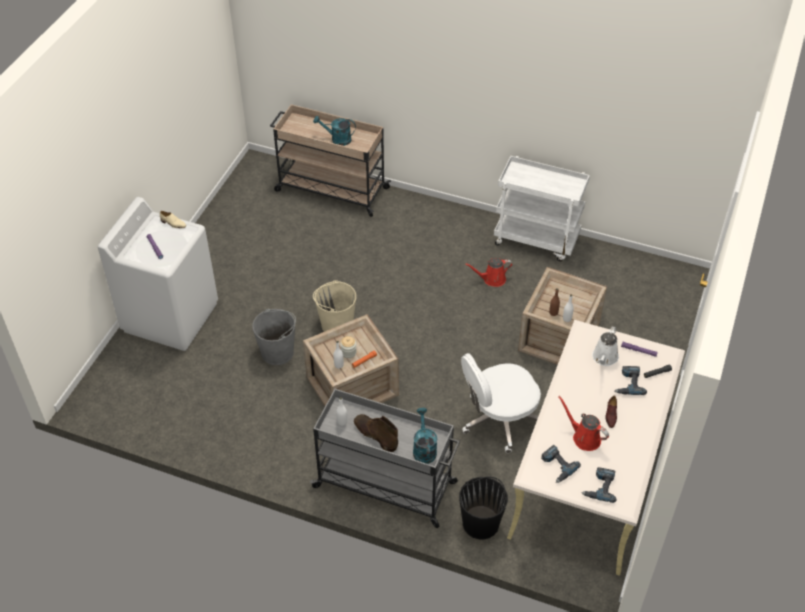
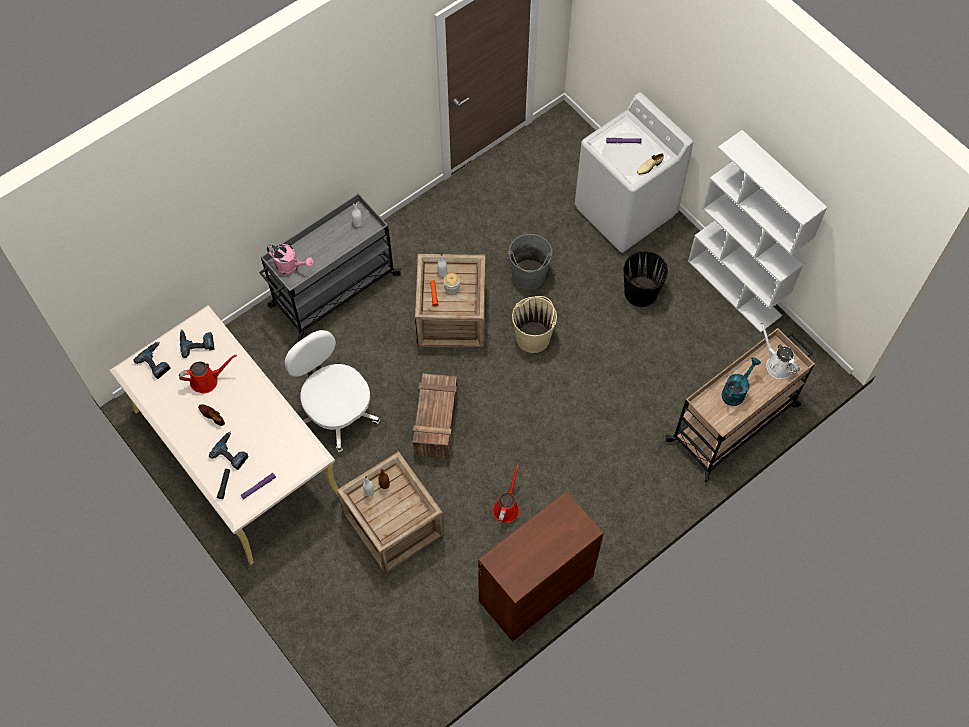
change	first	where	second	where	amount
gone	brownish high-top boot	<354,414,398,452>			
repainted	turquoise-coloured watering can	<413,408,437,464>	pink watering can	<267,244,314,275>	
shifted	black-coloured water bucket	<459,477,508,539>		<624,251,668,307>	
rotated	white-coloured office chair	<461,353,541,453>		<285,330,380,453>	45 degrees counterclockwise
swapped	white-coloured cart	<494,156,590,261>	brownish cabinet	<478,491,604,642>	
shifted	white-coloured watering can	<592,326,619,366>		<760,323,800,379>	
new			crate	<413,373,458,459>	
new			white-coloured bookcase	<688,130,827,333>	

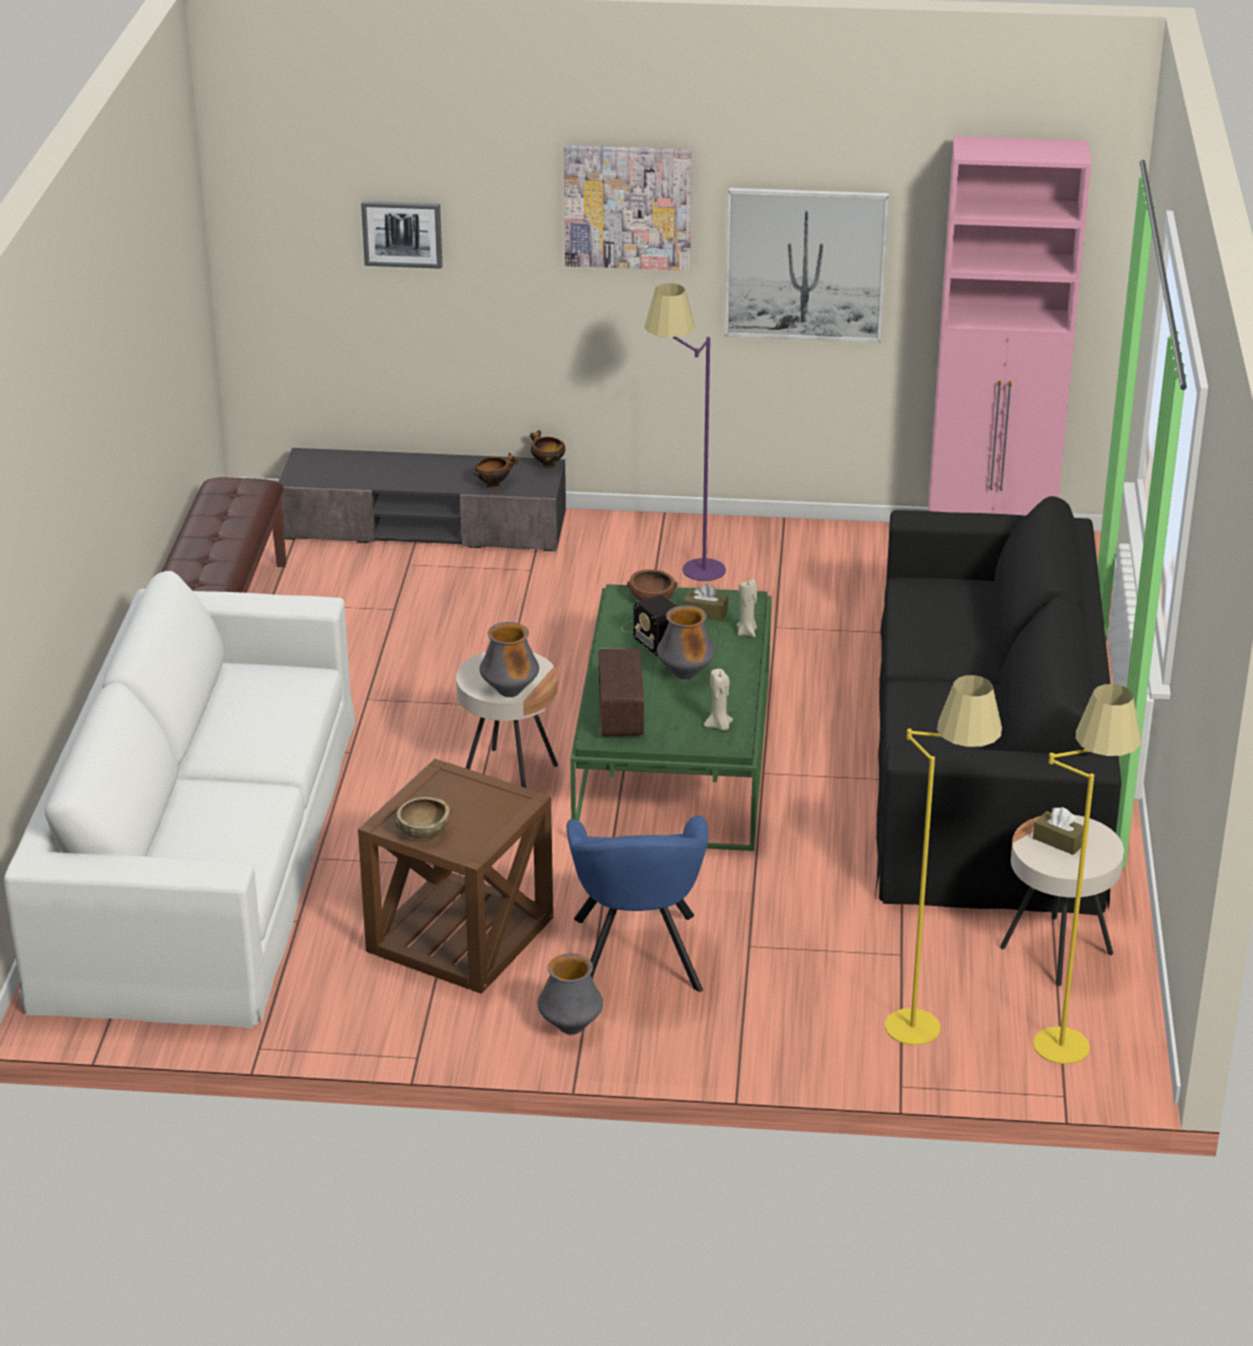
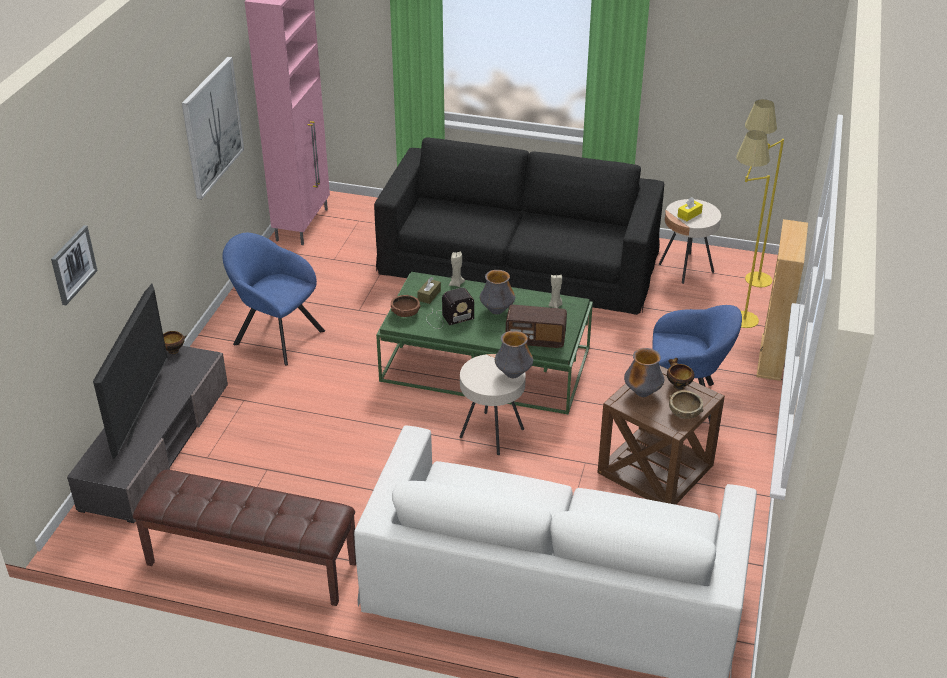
change	first	where	second	where	amount
shifted	serving bowl	<473,452,518,489>		<667,358,695,390>	
shifted	decorative vase	<538,953,603,1035>		<624,348,664,397>	
gone	picture	<564,145,692,271>			
swapped	purple standard lamp	<645,283,726,581>	bluish armchair	<222,233,325,366>	
repainted	brownish tissue holder	<1033,807,1083,855>	yellowish tissue holder	<677,197,703,221>	
new			TV	<93,284,168,460>	
new			sand-coloured bookcase	<756,219,808,381>	

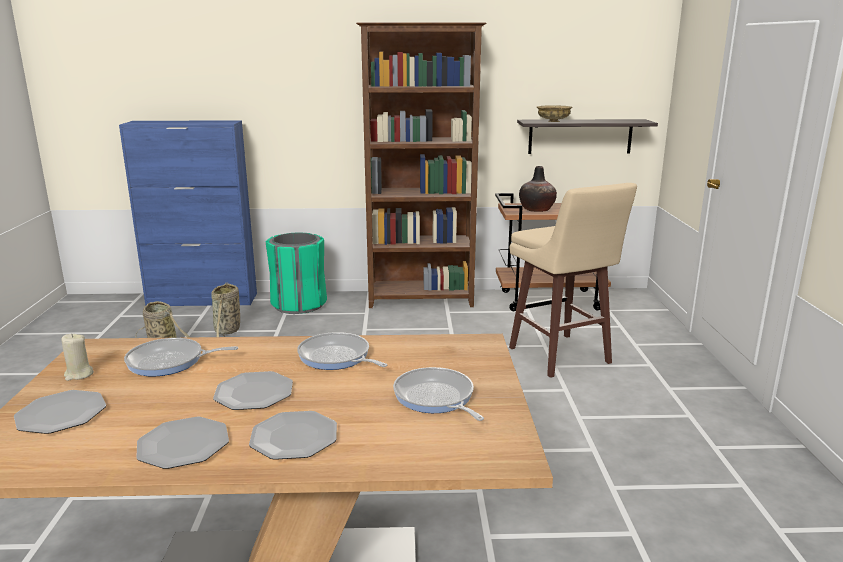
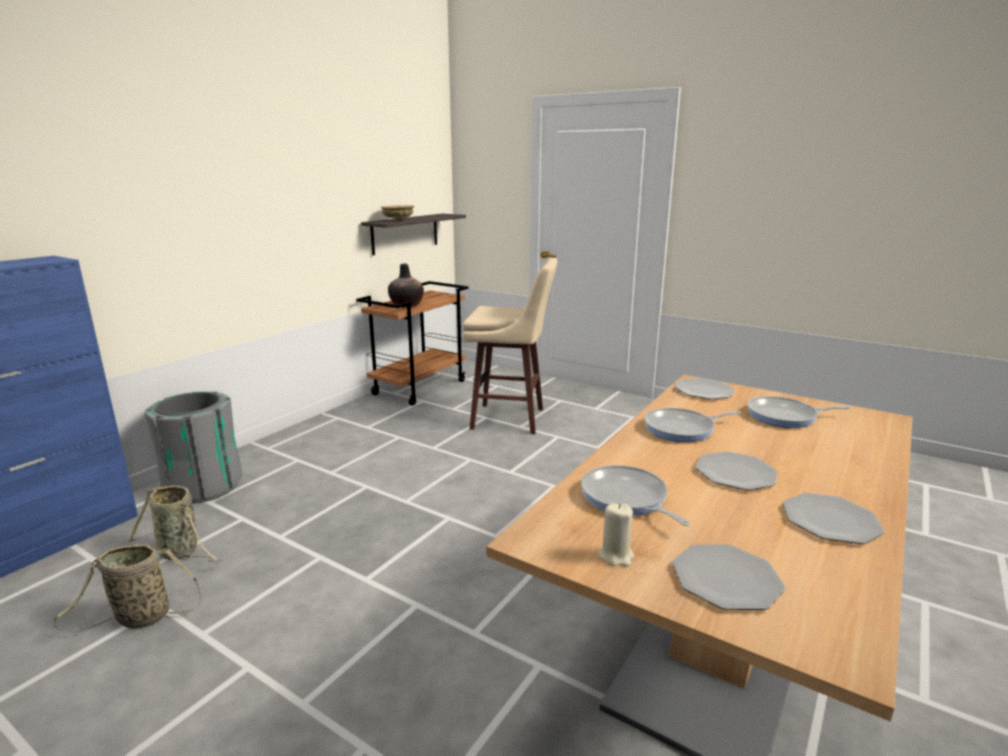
change	first	where	second	where	amount
rotated	pan	<124,338,238,376>		<581,465,690,526>	120 degrees clockwise
shifted	plate	<249,411,337,460>		<674,378,735,399>	
repainted	green trash can	<266,233,327,314>	grey trash can	<145,391,243,504>	
gone	brownish bookcase	<356,23,487,308>			

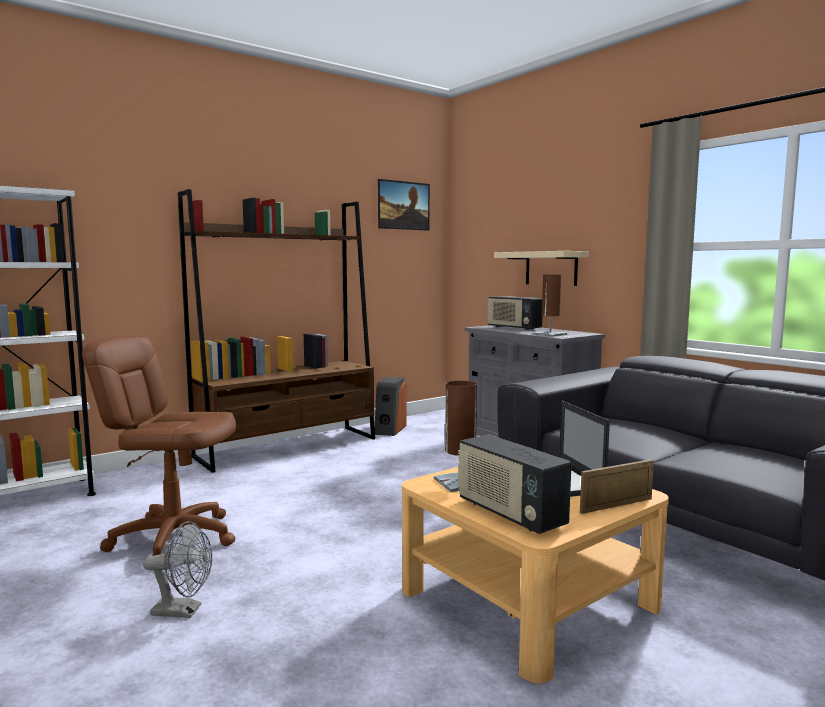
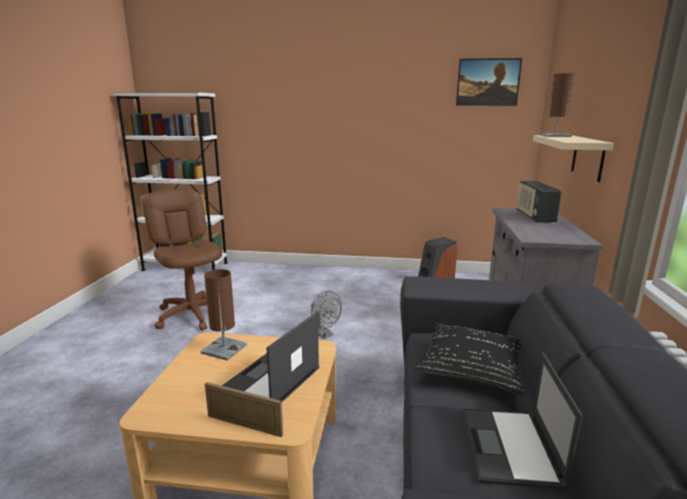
change	first	where	second	where	amount
shifted	grey cooling fan	<143,521,212,618>		<311,291,342,339>	
gone	brownish bookcase	<178,189,375,473>			
gone	radio set	<458,434,571,534>			
shifted	brownish tabletop lamp	<533,275,567,337>		<539,73,574,137>	
new			black-coloured throw pillow	<413,323,524,396>	
new			laptop	<462,352,583,490>	

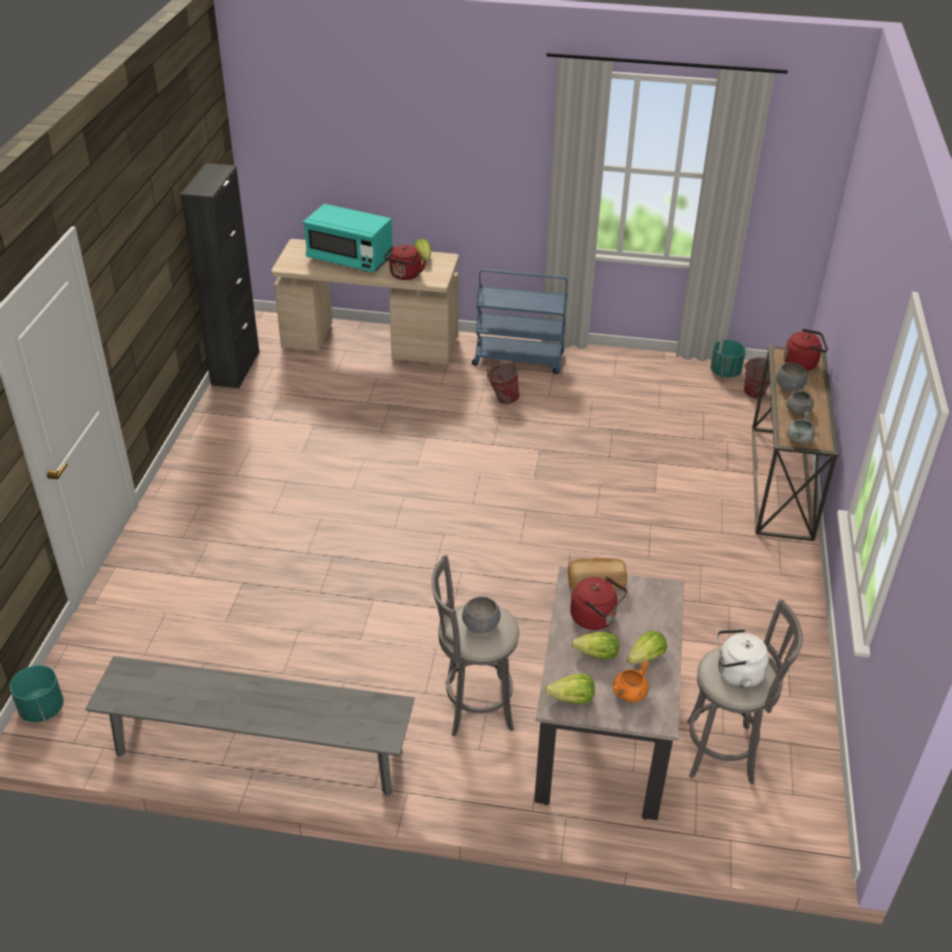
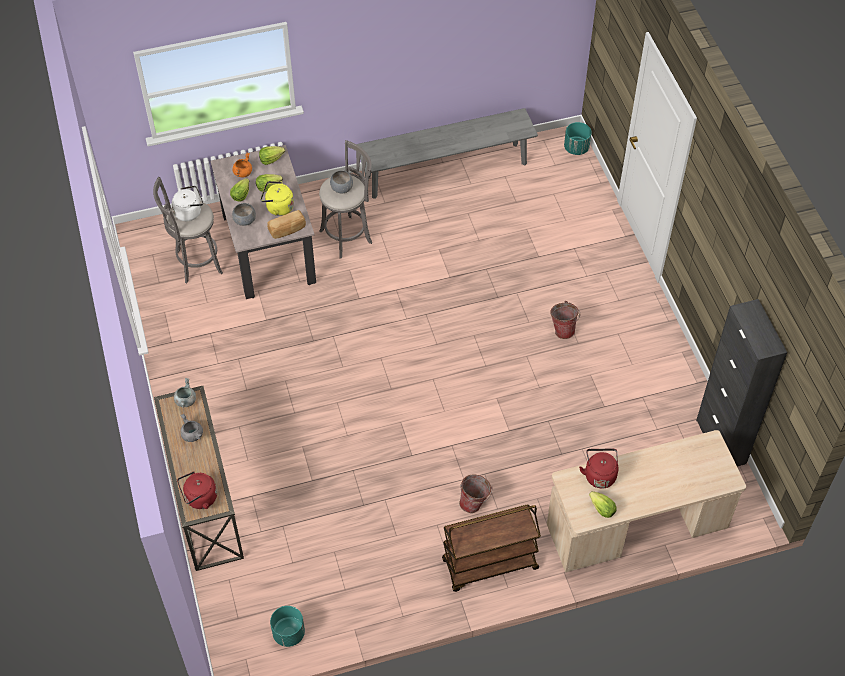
change	first	where	second	where	amount
gone	turquoise-coloured microwave oven	<303,204,392,272>			
repainted	bluish cart	<472,269,567,374>	brownish cart	<442,504,541,592>	
repainted	reddish water kettle	<570,577,627,630>	yellowish water kettle	<260,181,294,216>	
shifted	water bucket	<742,357,770,398>		<550,301,580,339>	
shifted	grey serving bowl	<776,363,807,392>		<232,203,256,226>	

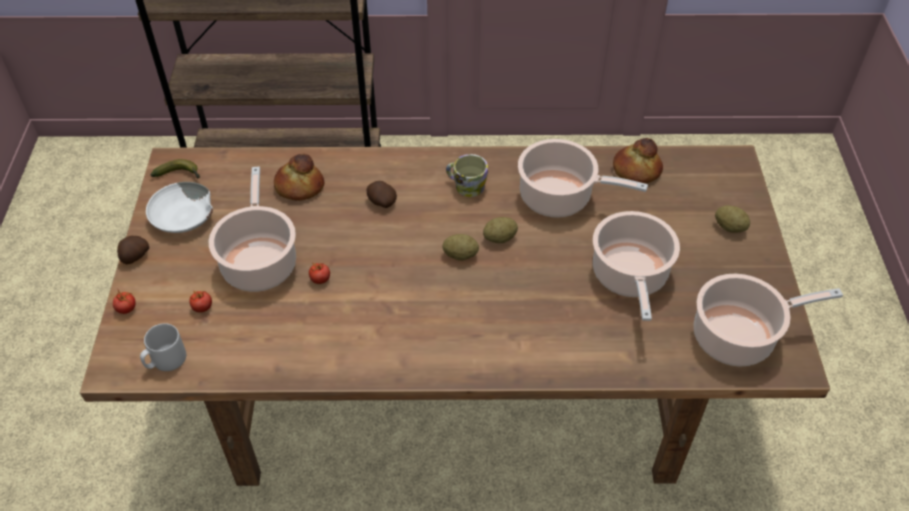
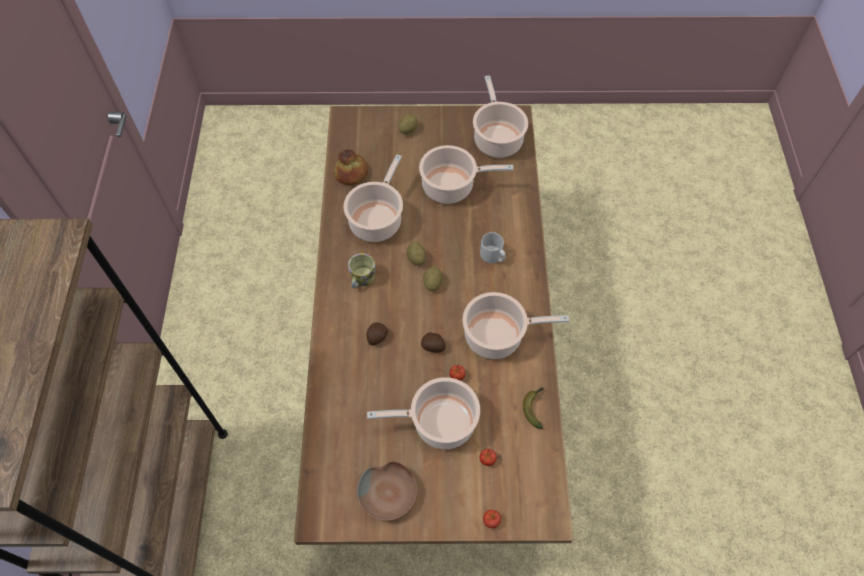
change	first	where	second	where	amount
shifted	spud	<117,236,149,264>		<421,332,446,353>	
shifted	grey coffee mug	<140,323,186,371>		<480,232,506,263>	
repainted	white-coloured serving bowl	<146,182,213,233>	brownish serving bowl	<357,461,417,521>	
shifted	whole banana	<150,159,200,178>		<523,388,544,429>	
gone	bakery bread	<274,154,324,201>			
new			cooking pot	<462,292,569,359>	

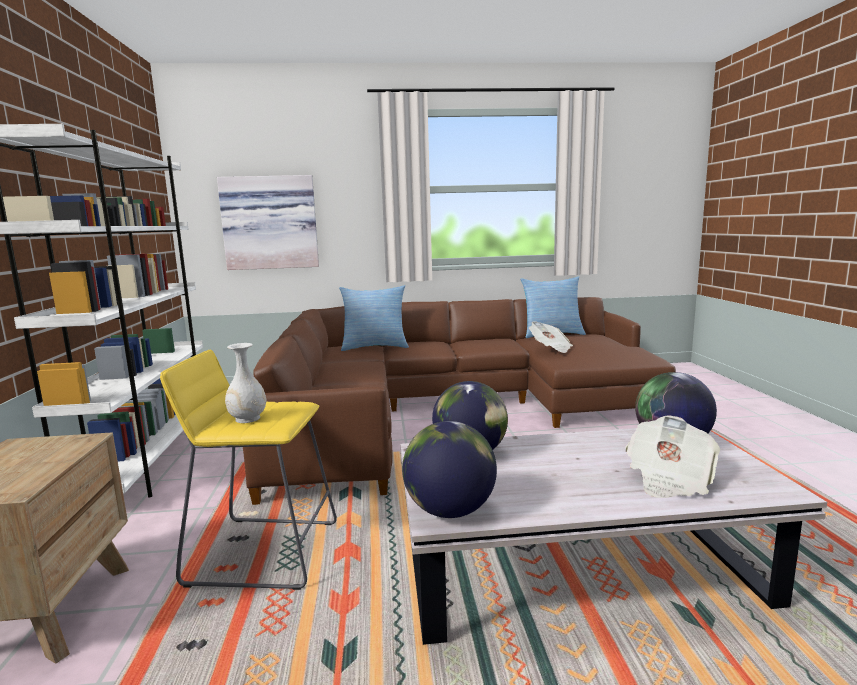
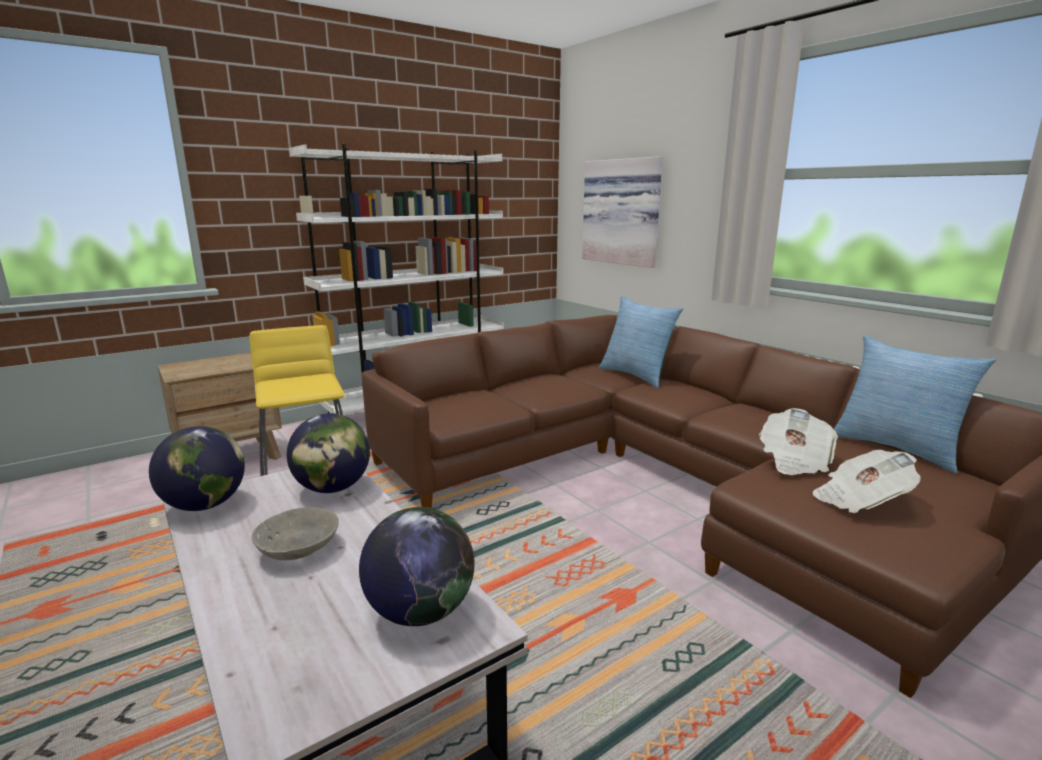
change	first	where	second	where	amount
gone	white-coloured decorative vase	<225,343,266,423>			
shifted	printed paper	<625,415,720,498>		<813,449,921,513>	
new			grey serving bowl	<251,507,339,560>	

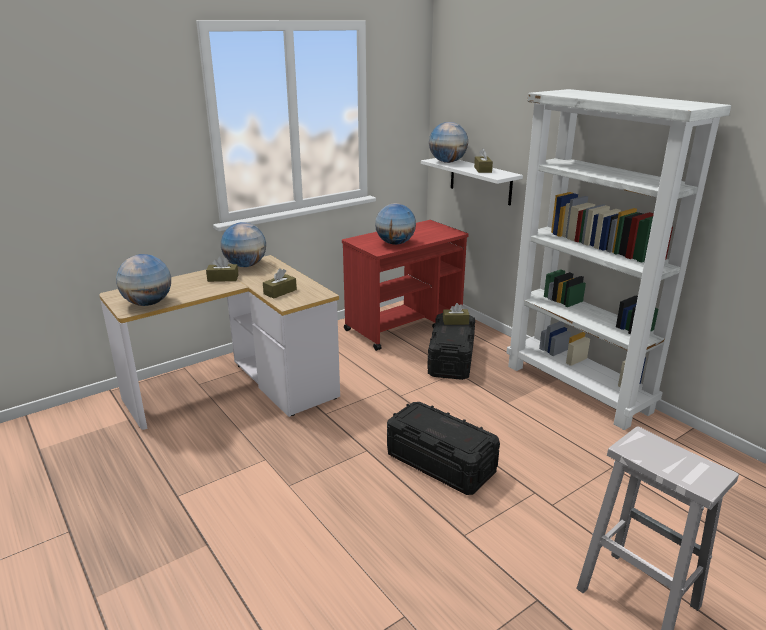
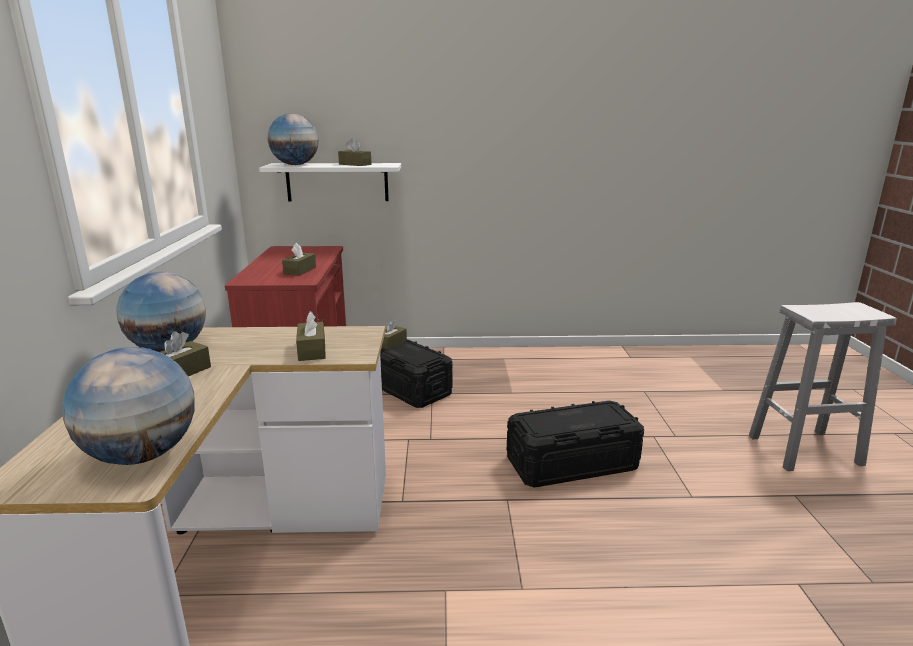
change	first	where	second	where	amount
swapped	globe	<375,203,416,245>	brownish tissue holder	<282,243,316,276>	
gone	white-coloured bookcase	<506,89,731,430>			

